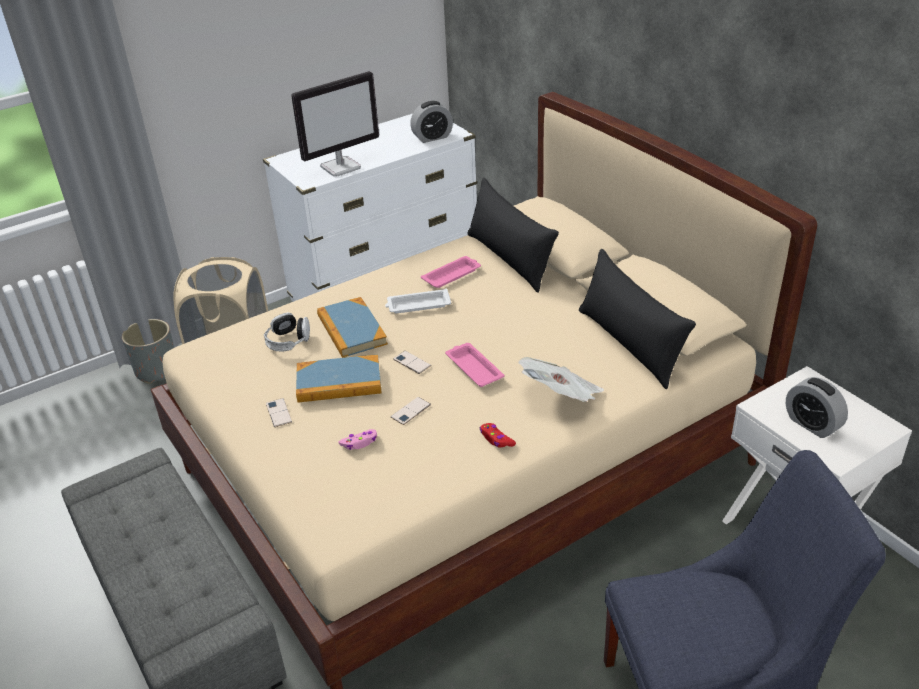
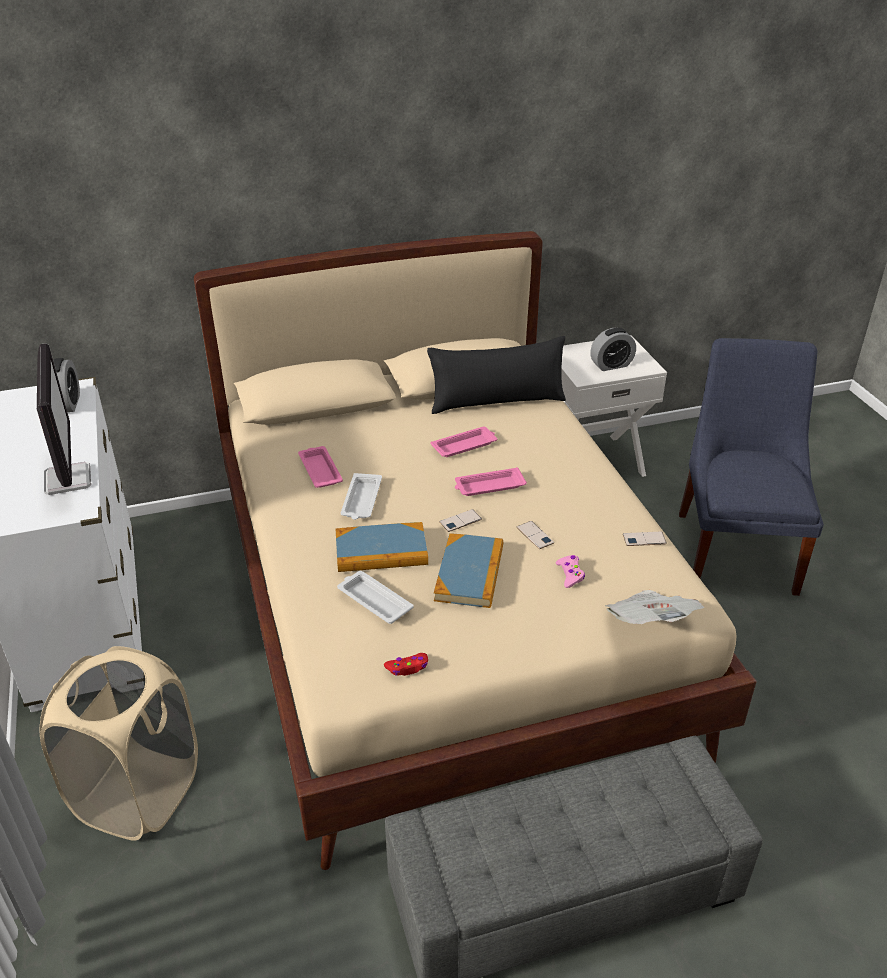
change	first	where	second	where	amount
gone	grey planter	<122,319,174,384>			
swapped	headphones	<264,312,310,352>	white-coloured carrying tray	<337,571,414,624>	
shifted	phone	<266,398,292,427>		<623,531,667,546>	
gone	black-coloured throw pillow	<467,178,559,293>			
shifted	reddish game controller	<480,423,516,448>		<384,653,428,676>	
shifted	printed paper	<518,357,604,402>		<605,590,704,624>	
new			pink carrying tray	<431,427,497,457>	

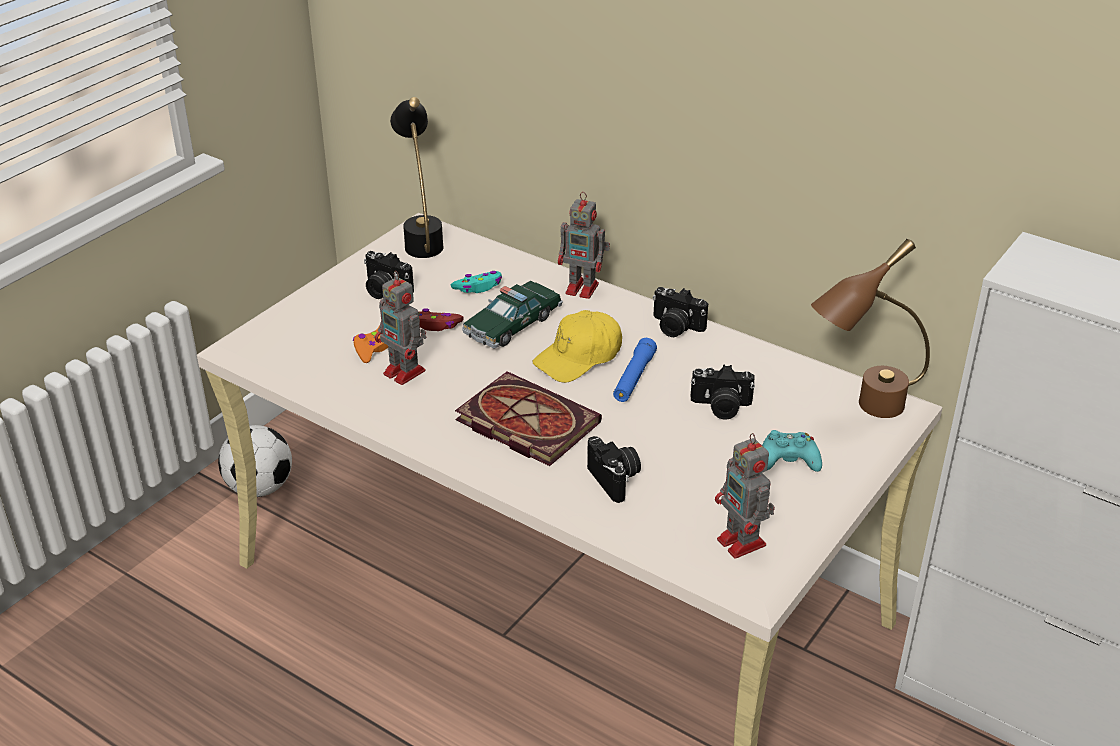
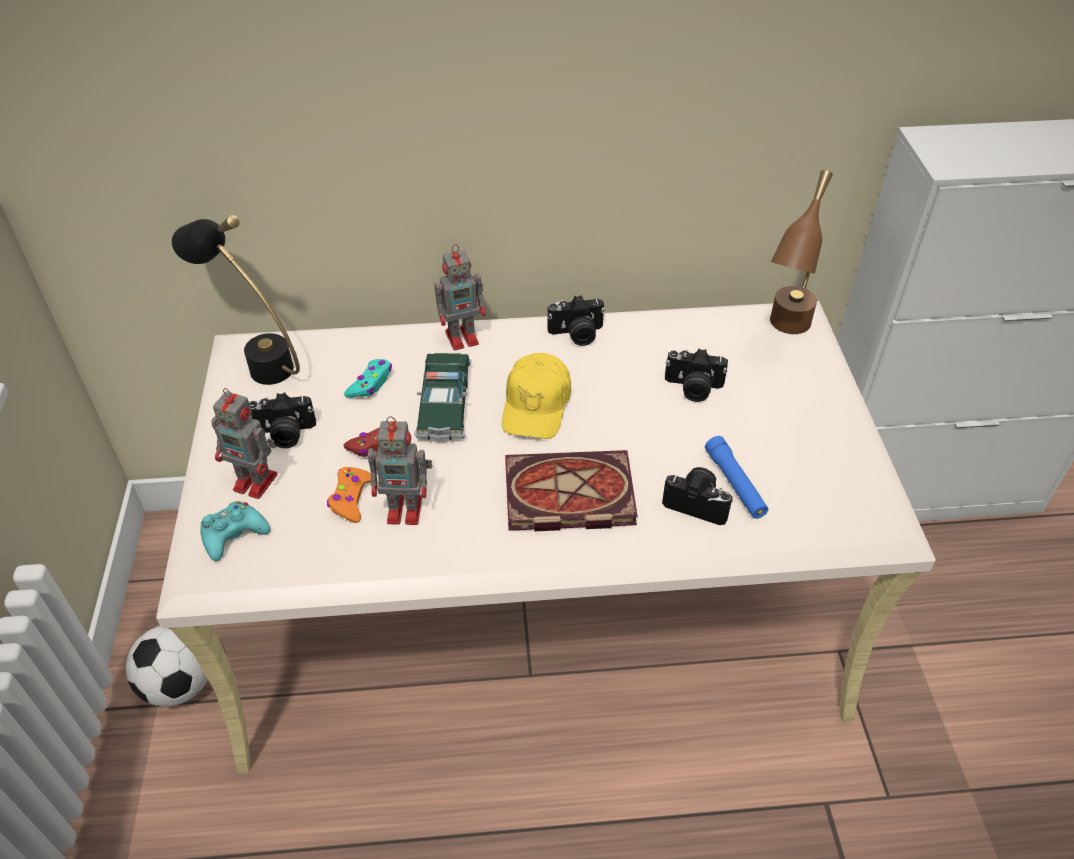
change	first	where	second	where	amount
shifted	bluish torch	<613,338,657,402>		<705,436,768,519>	
rotated	photo camera	<690,365,755,420>		<665,348,728,402>	45 degrees clockwise
shifted	model robot	<715,433,775,558>		<211,388,278,499>	
shifted	turquoise-coloured game controller	<762,430,822,472>		<200,501,270,561>	

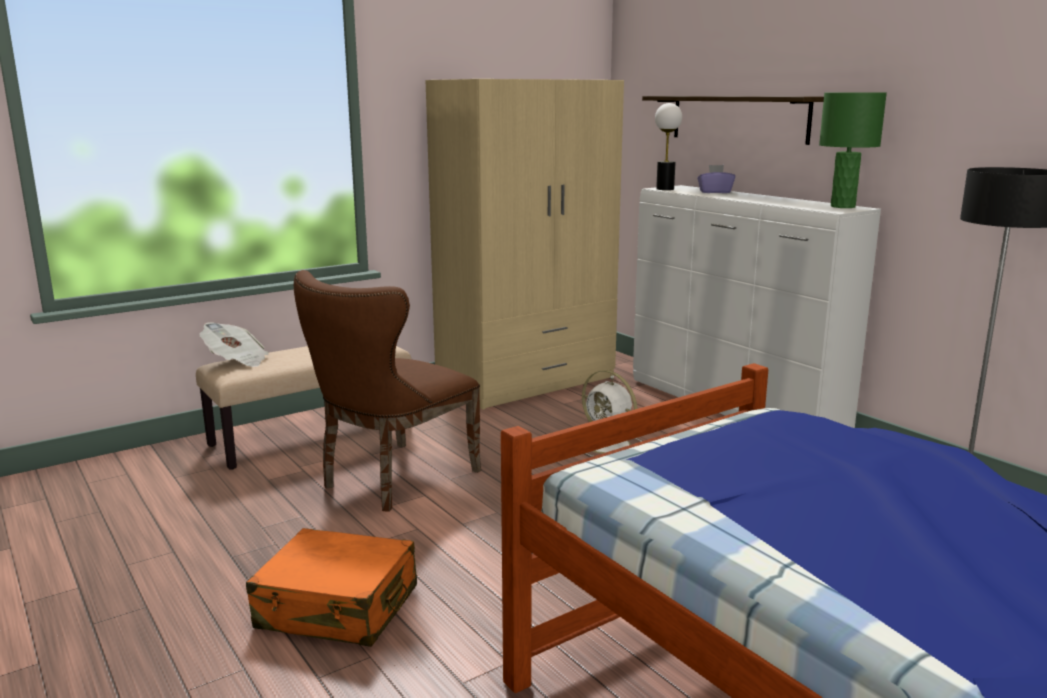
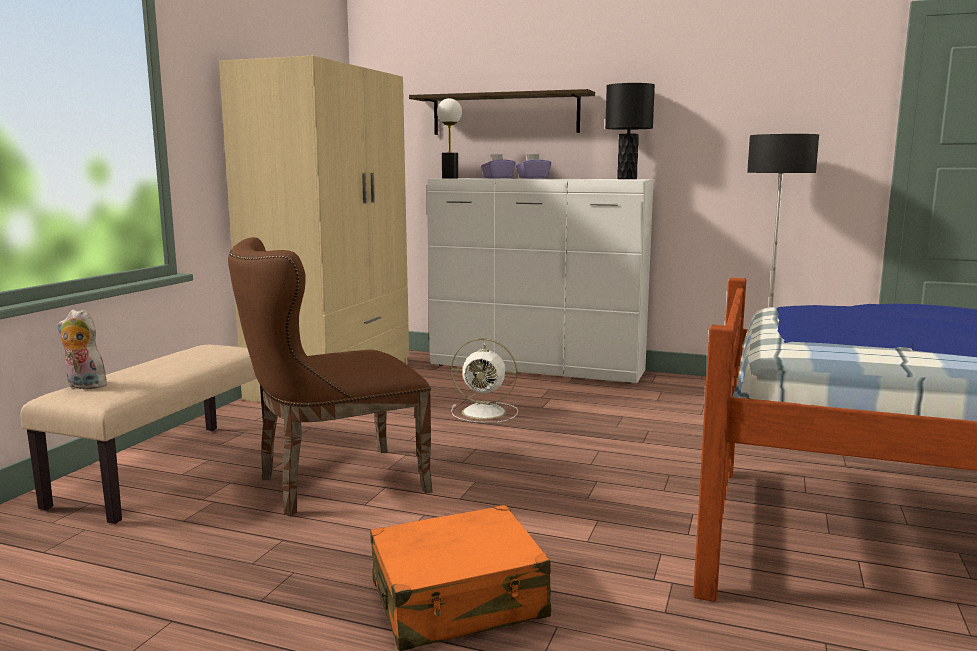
change	first	where	second	where	amount
swapped	printed paper	<200,322,269,367>	cuddly toy	<58,309,107,389>	
rotated	brownish chair	<294,270,481,512>		<228,237,432,516>	60 degrees clockwise
repainted	green tabletop lamp	<819,92,887,208>	black-coloured tabletop lamp	<605,83,655,179>	
new			purple tissue holder	<516,154,551,179>	

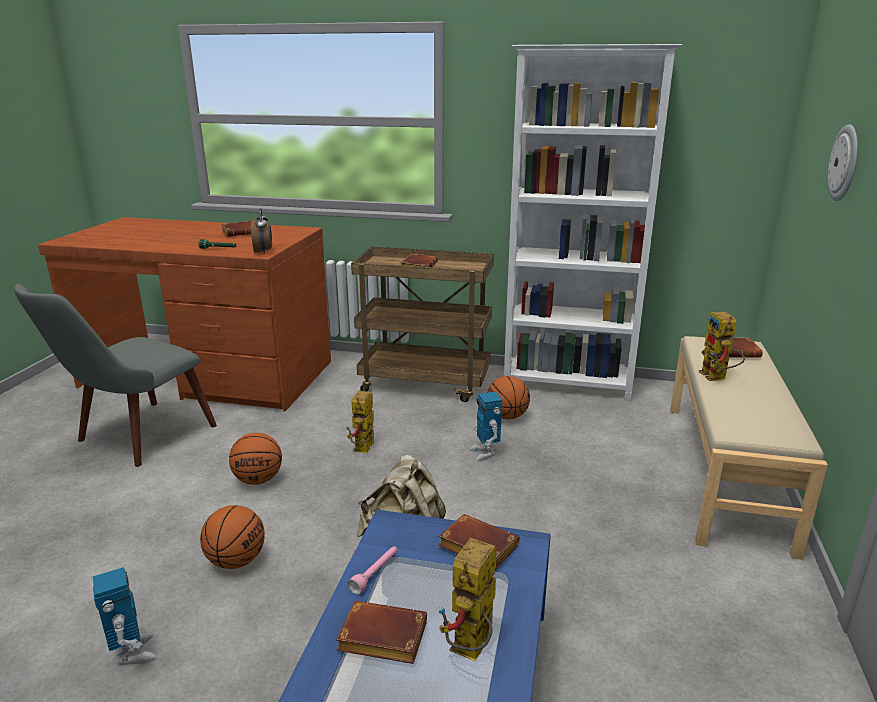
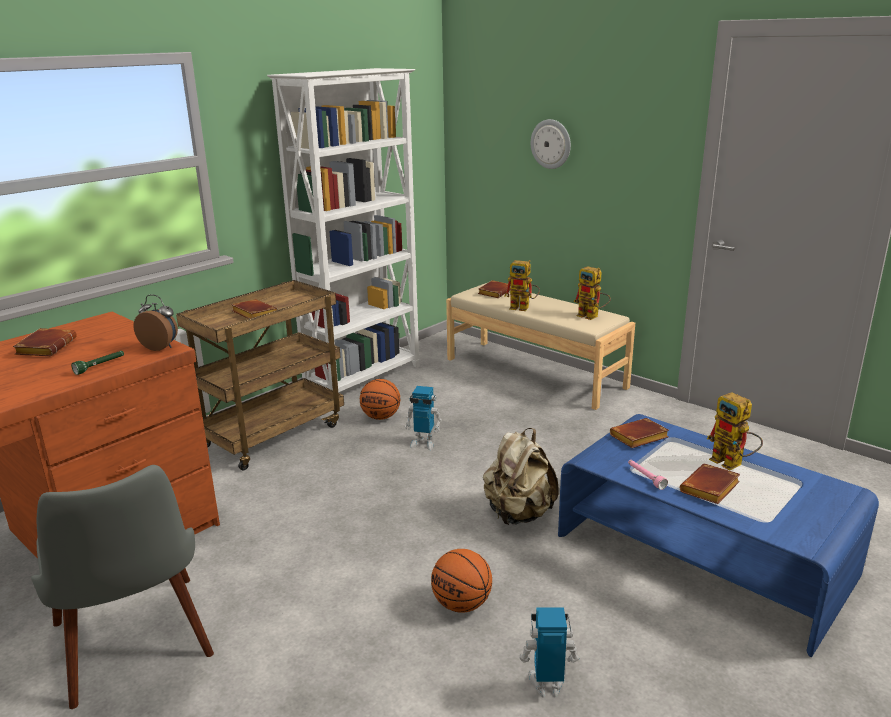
change	first	where	second	where	amount
gone	ball for basketball	<229,433,282,485>			
shifted	model robot	<346,391,374,453>		<574,266,611,320>	

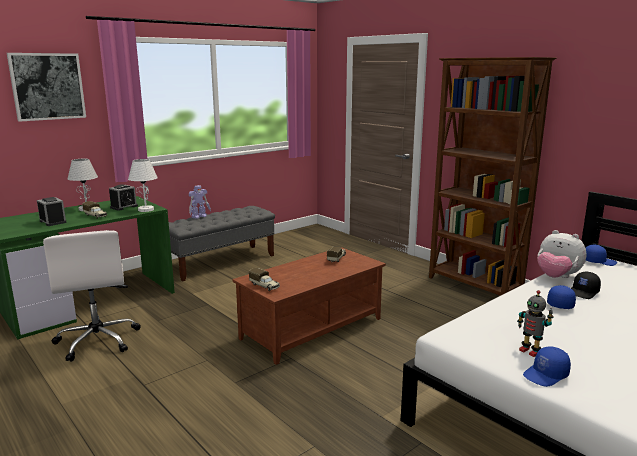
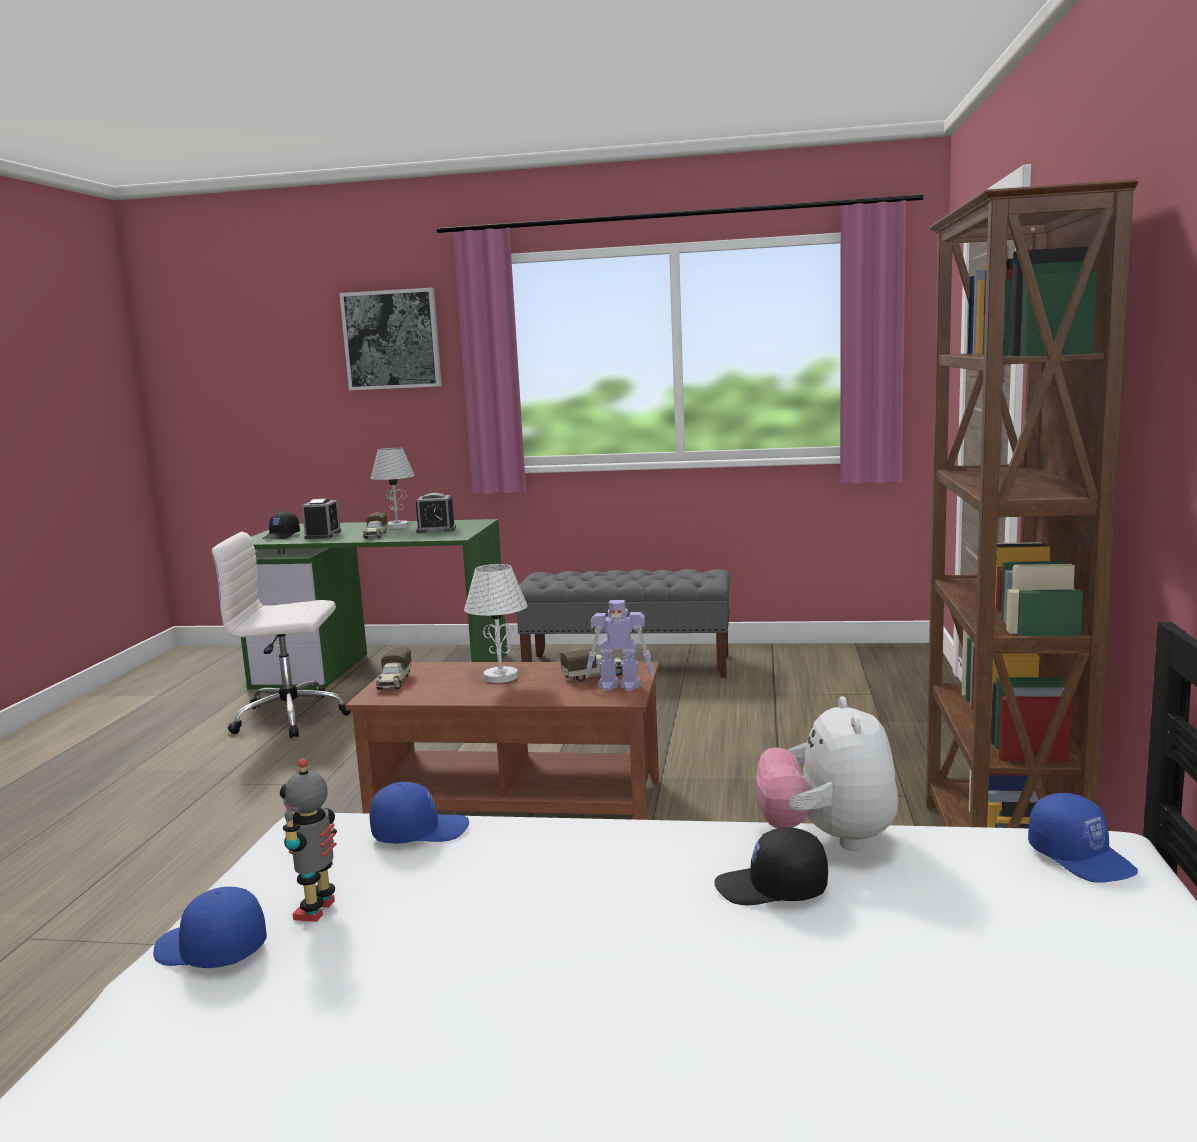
change	first	where	second	where	amount
rotated	white-coloured office chair	<43,230,141,361>		<212,532,351,739>	60 degrees clockwise
shifted	white-coloured tabletop lamp	<128,159,158,212>		<464,564,528,683>	
shifted	model robot	<189,185,211,219>		<586,600,654,691>	
shifted	bluish cap	<547,285,576,309>		<369,782,469,844>	
new			black-coloured cap	<263,511,300,539>	

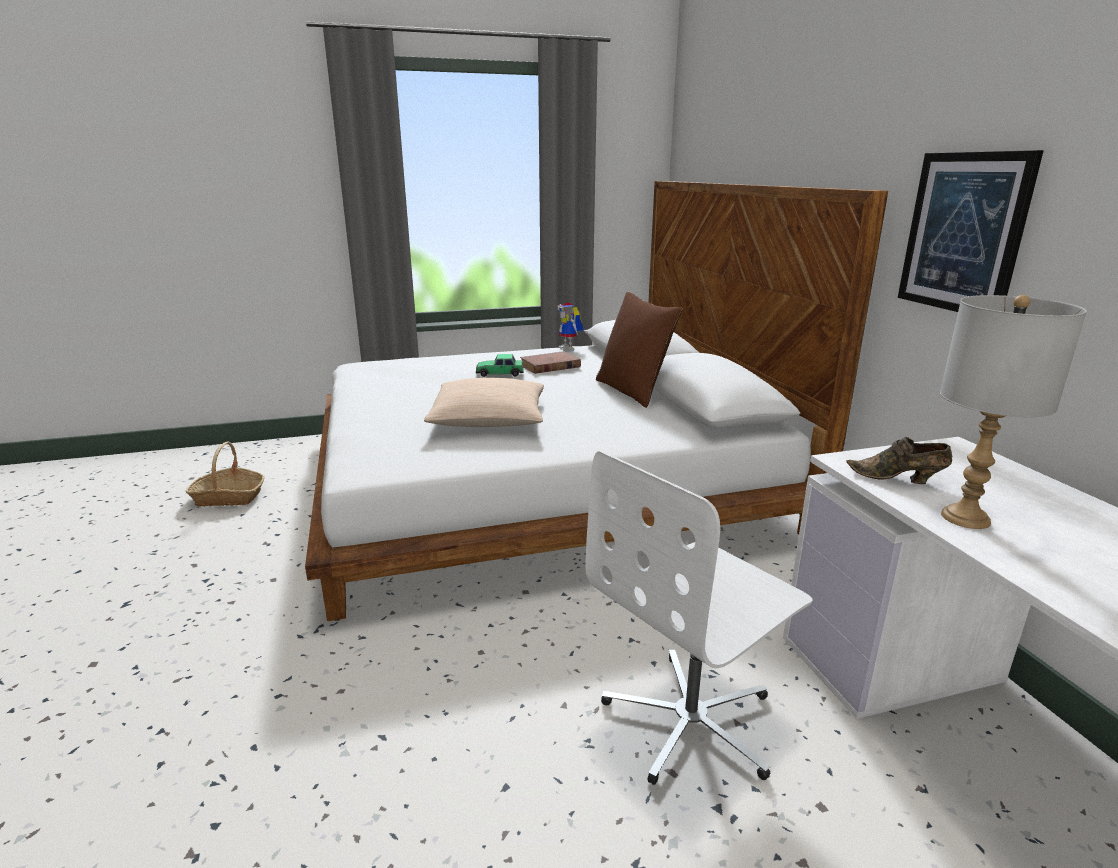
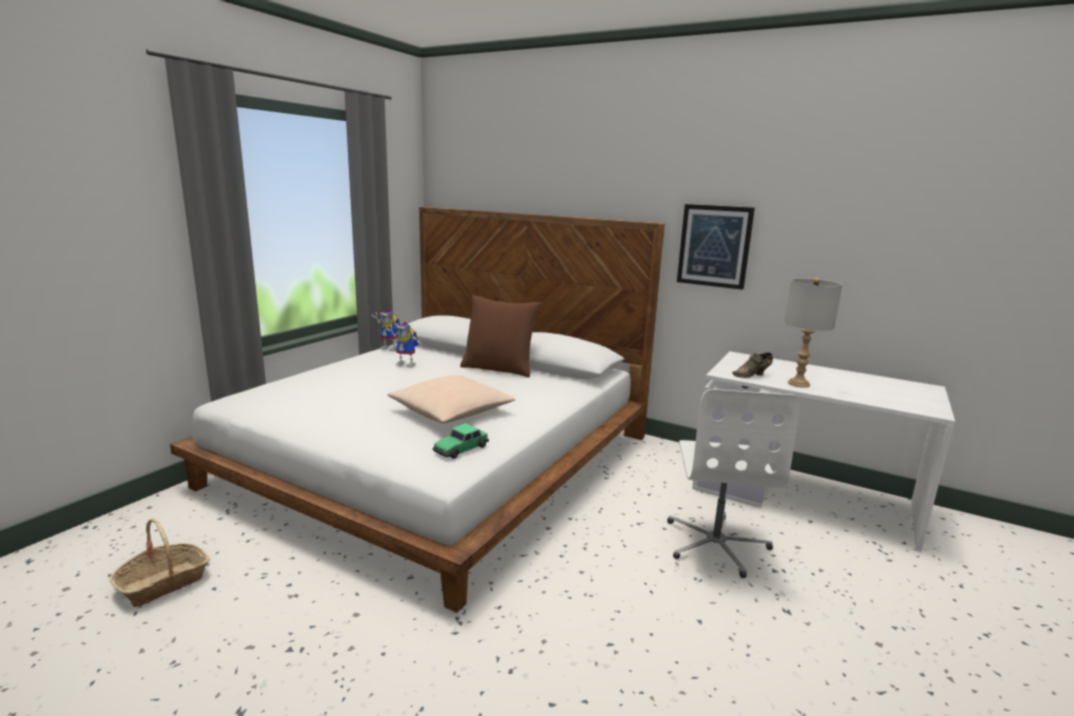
change	first	where	second	where	amount
shifted	miniature car	<476,354,524,377>		<433,423,489,459>	
swapped	brownish book	<520,351,581,374>	model robot	<386,322,426,367>	

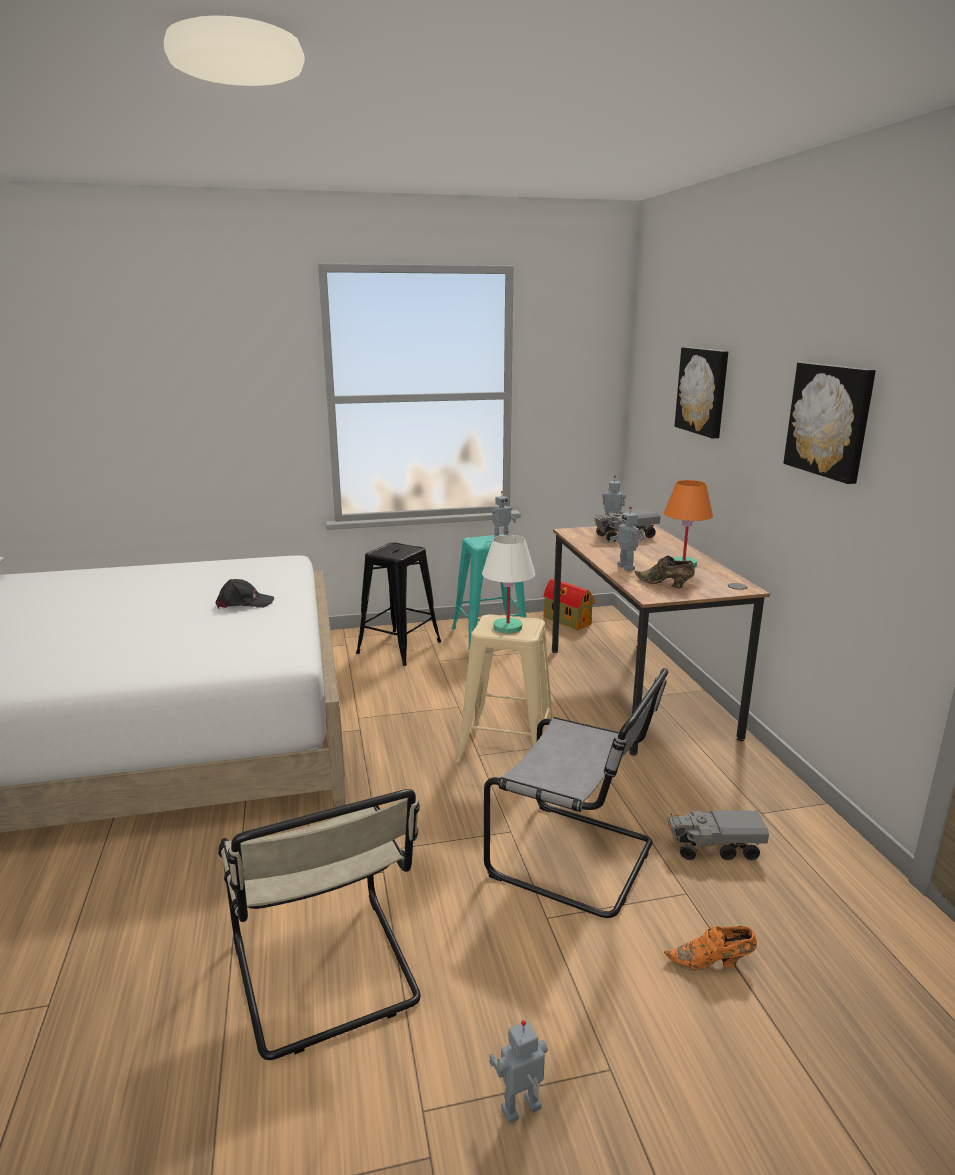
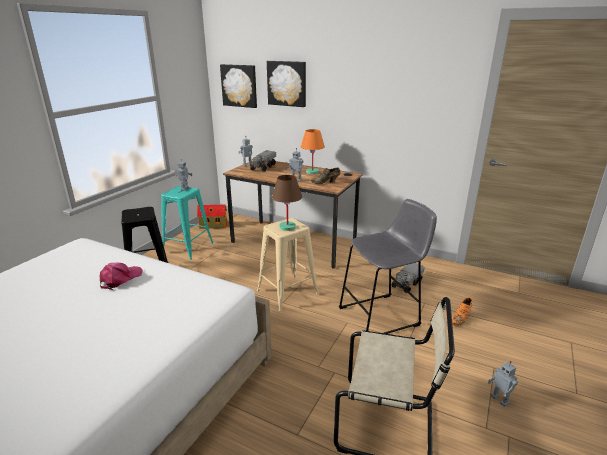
change	first	where	second	where	amount
repainted	black-coloured cap	<216,579,274,609>	pink cap	<99,262,143,290>	
repainted	white-coloured tabletop lamp	<482,535,535,633>	brownish tabletop lamp	<272,175,302,231>	
swapped	grey chair	<484,668,668,918>	grey sitting stool	<338,199,437,334>	
rotated	model robot	<489,1020,548,1124>		<488,361,518,407>	45 degrees counterclockwise
shifted	picture	<783,362,876,484>		<220,64,257,108>	

